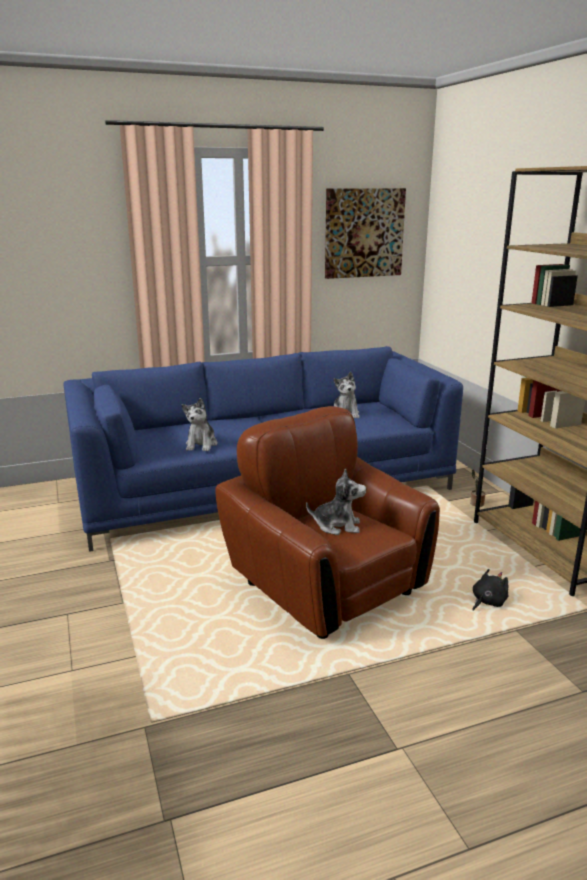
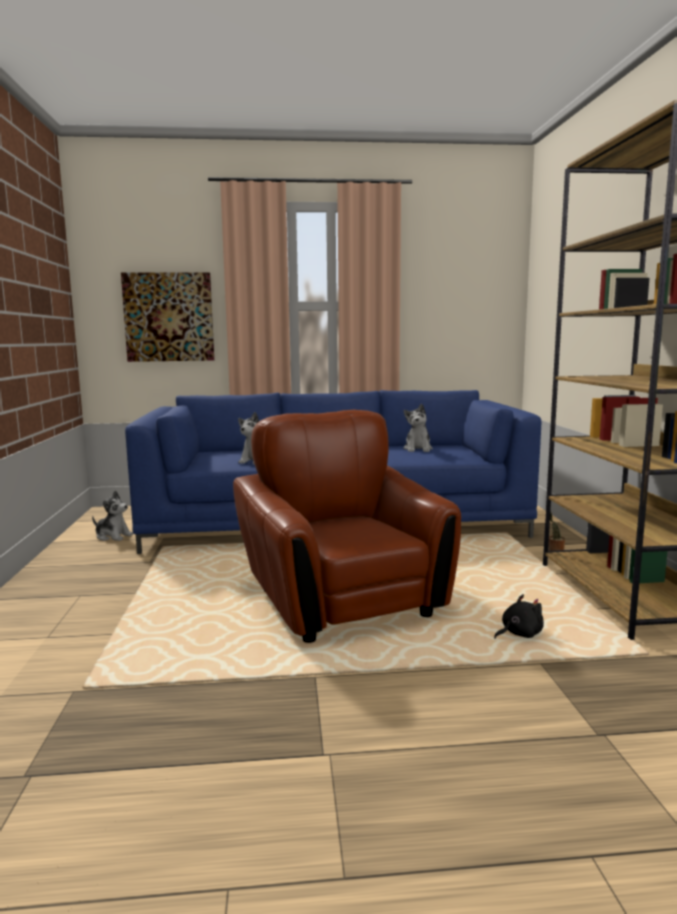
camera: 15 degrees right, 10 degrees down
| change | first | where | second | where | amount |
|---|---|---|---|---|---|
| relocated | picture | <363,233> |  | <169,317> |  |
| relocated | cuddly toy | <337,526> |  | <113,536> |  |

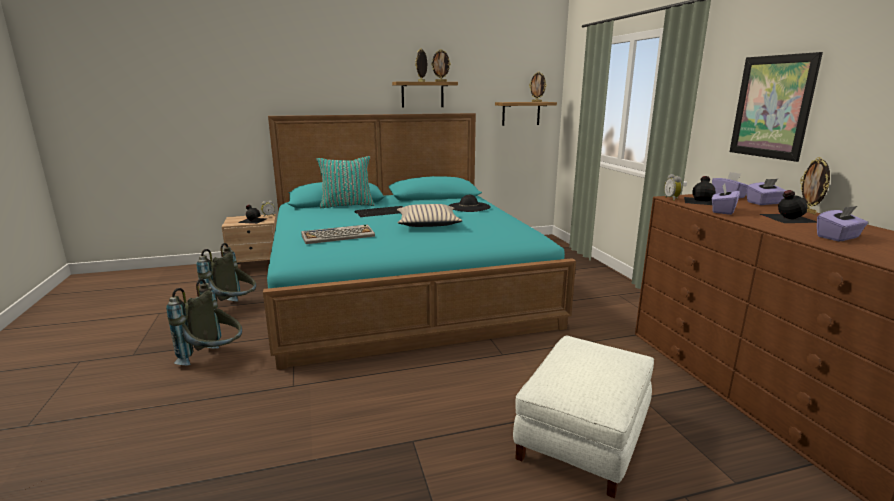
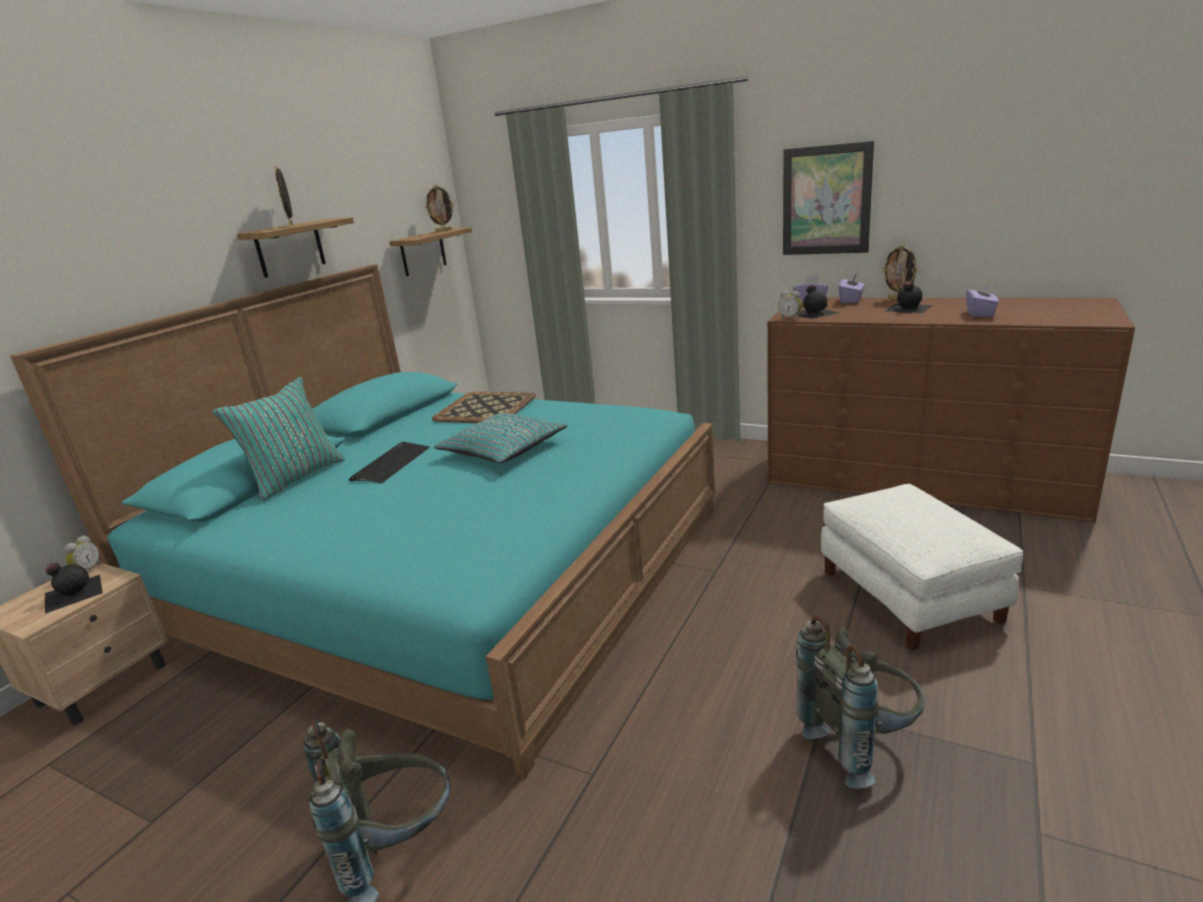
camera: 45 degrees left, 5 degrees up
| change | first | where | second | where | amount |
|---|---|---|---|---|---|
| missing | picture frame | <441,81> |  |  |  |
| missing | purple tissue holder | <722,211> |  |  |  |
| exchanged | black hat | <468,207> | carrying tray | <485,408> |  |
| colour | beige-coloured pillow | <427,223> | turquoise-coloured pillow | <503,449> |  |
| missing | computer keyboard | <338,236> |  |  |  |
| relocated | grey rucksack | <234,309> |  | <860,742> |  |

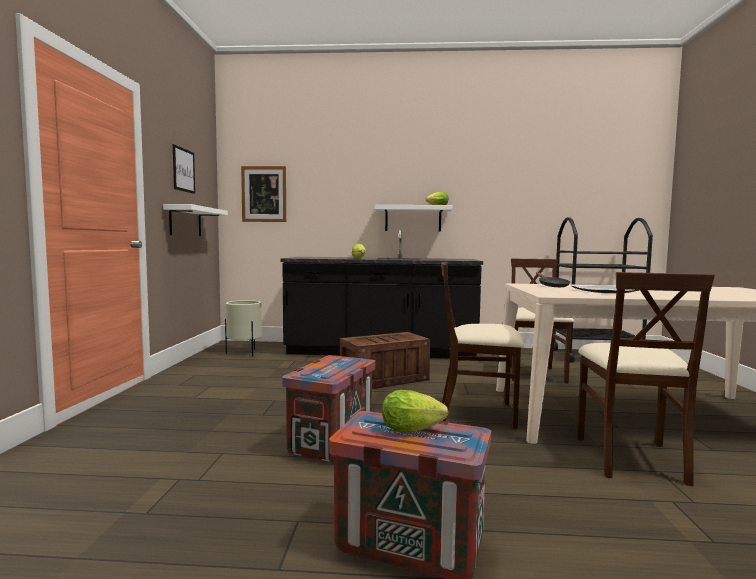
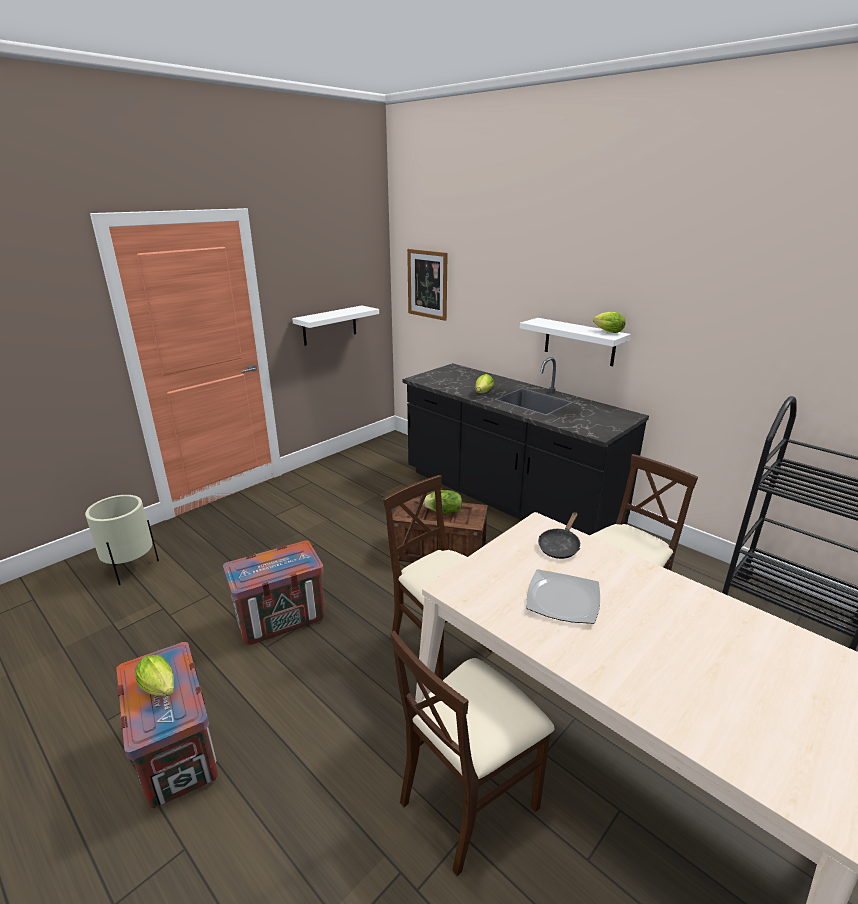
camera: 40 degrees right, 20 degrees up
| change | first | where | second | where | amount |
|---|---|---|---|---|---|
| missing | picture | <183,170> |  |  |  |
| relocated | beige-coloured plant pot | <244,353> |  | <131,568> |  |
| appeared |  |  | head of lettuce | <443,512> |  |

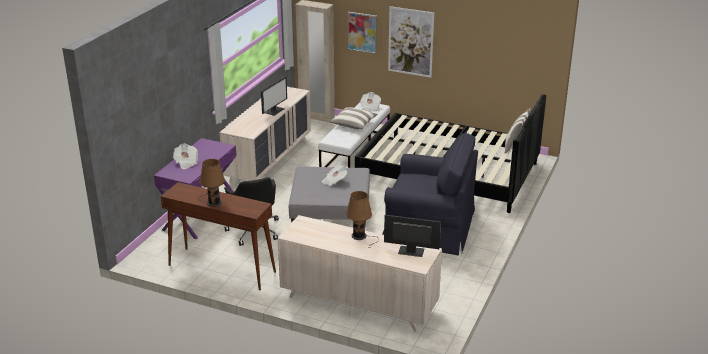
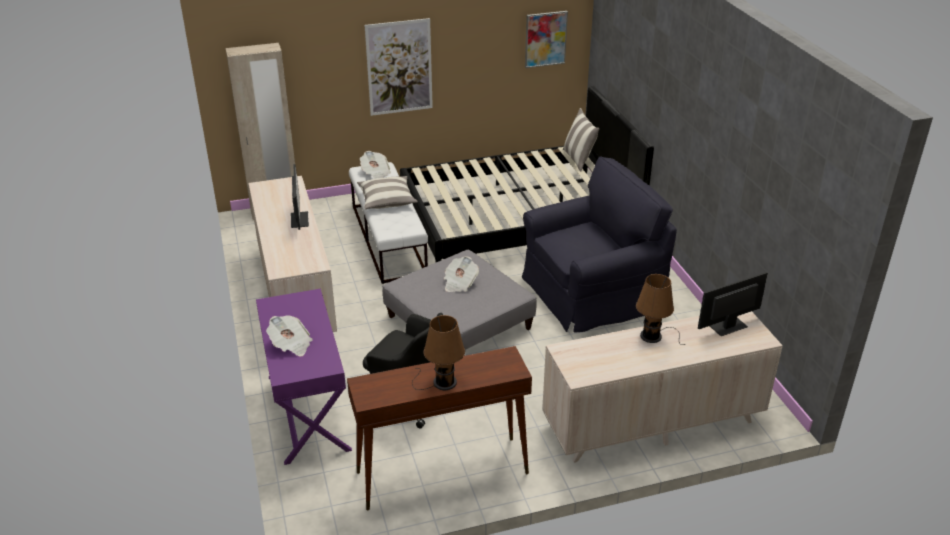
camera: 40 degrees left, 5 degrees up
| change | first | where | second | where | amount |
|---|---|---|---|---|---|
| relocated | picture | <362,32> |  | <545,39> |  |

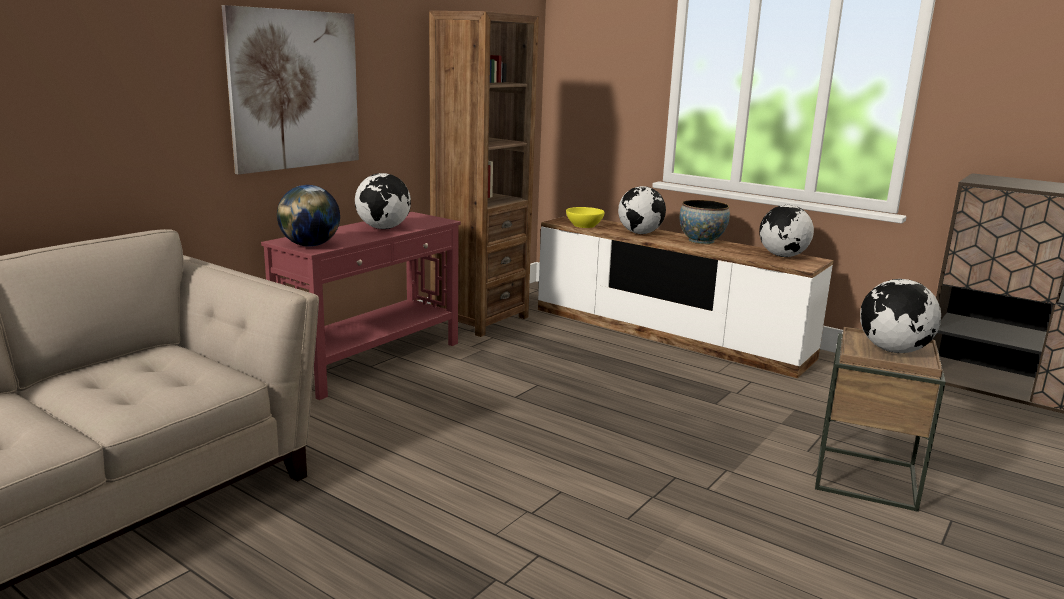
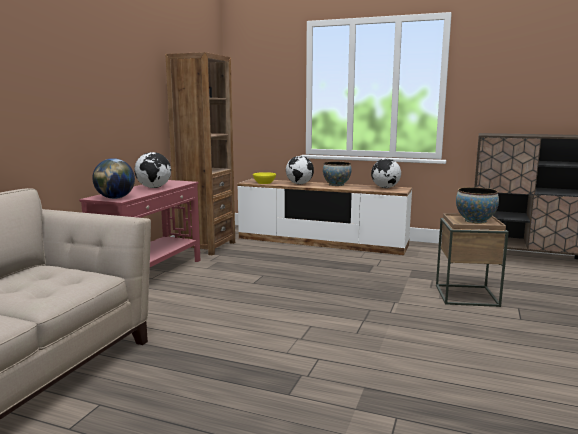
camera: 15 degrees left, 5 degrees down
| change | first | where | second | where | amount |
|---|---|---|---|---|---|
| missing | picture | <295,90> |  |  |  |
| exchanged | world globe | <893,351> | serving bowl | <475,221> |  |

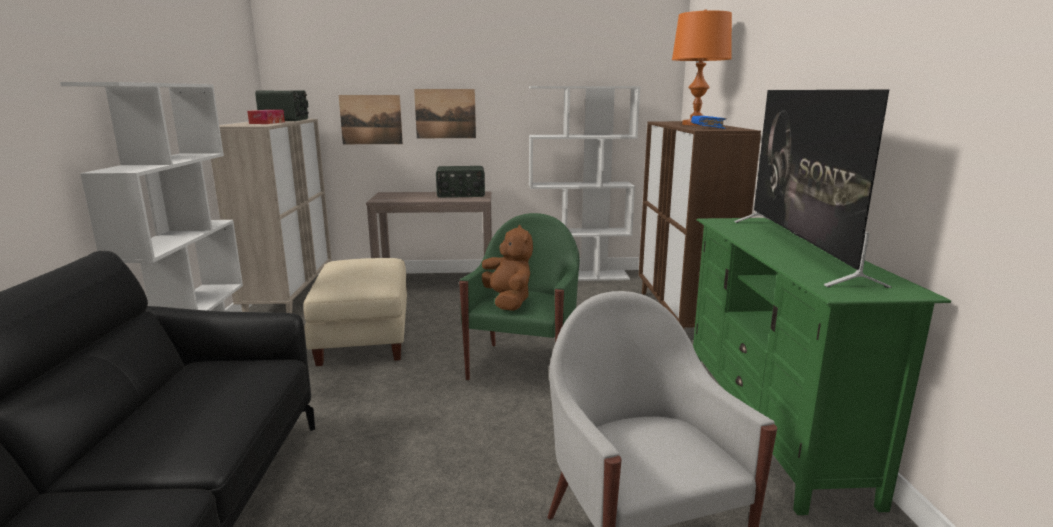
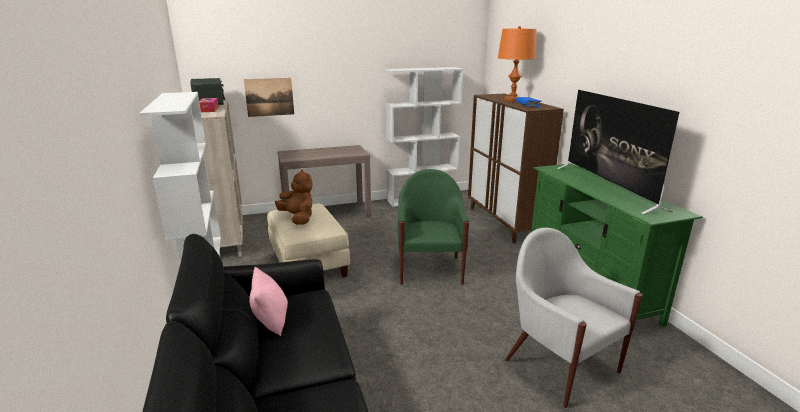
camera: 15 degrees left, 5 degrees up
| change | first | where | second | where | amount |
|---|---|---|---|---|---|
| missing | picture | <445,113> |  |  |  |
| missing | radio | <461,194> |  |  |  |
| relocated | brownish cuddly toy | <507,301> |  | <298,218> |  |
| appeared |  |  | pink pillow | <271,320> |  |

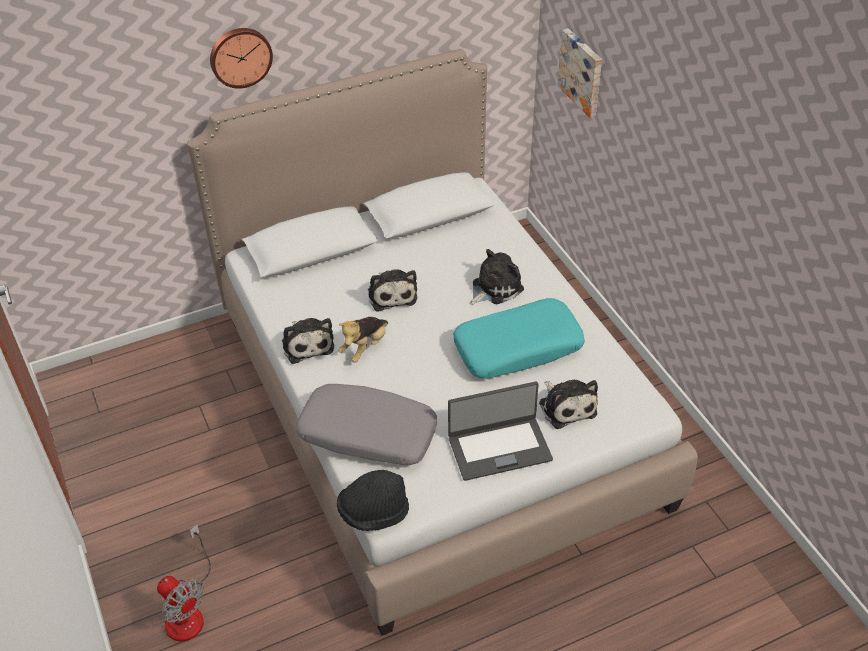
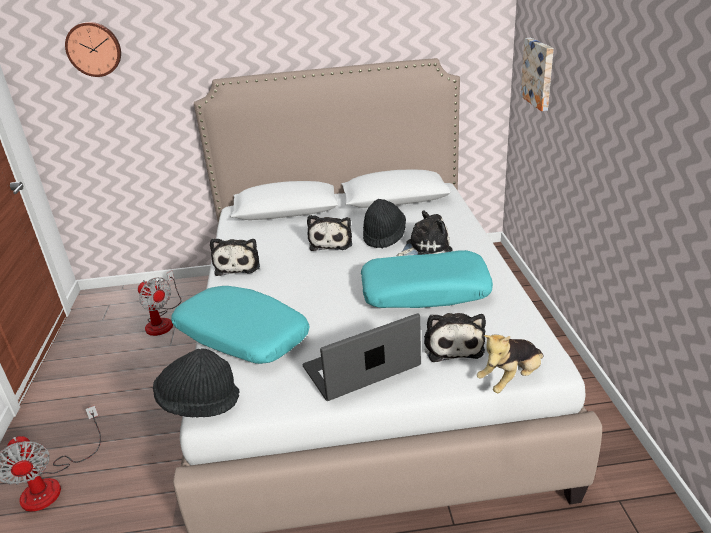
camera: 20 degrees right, 15 degrees down
| change | first | where | second | where | amount |
|---|---|---|---|---|---|
| relocated | hanging clock | <240,56> |  | <94,49> |  |
| relocated | cuddly toy | <364,347> |  | <511,379> |  |
| spun | notebook computer | <499,448> |  | <362,368> | 150 degrees clockwise |
| colour | grey pillow | <367,435> | turquoise-coloured pillow | <241,336> |  |
| appeared |  |  | black hat | <384,236> |  |
| appeared |  |  | electric fan | <162,321> |  |

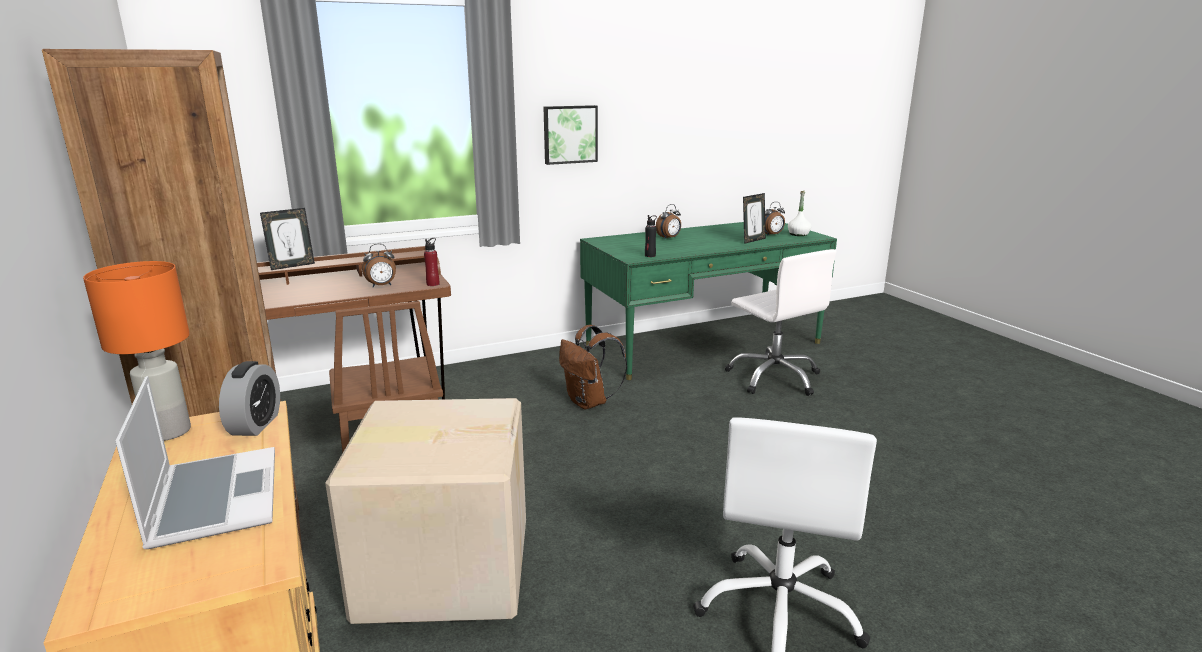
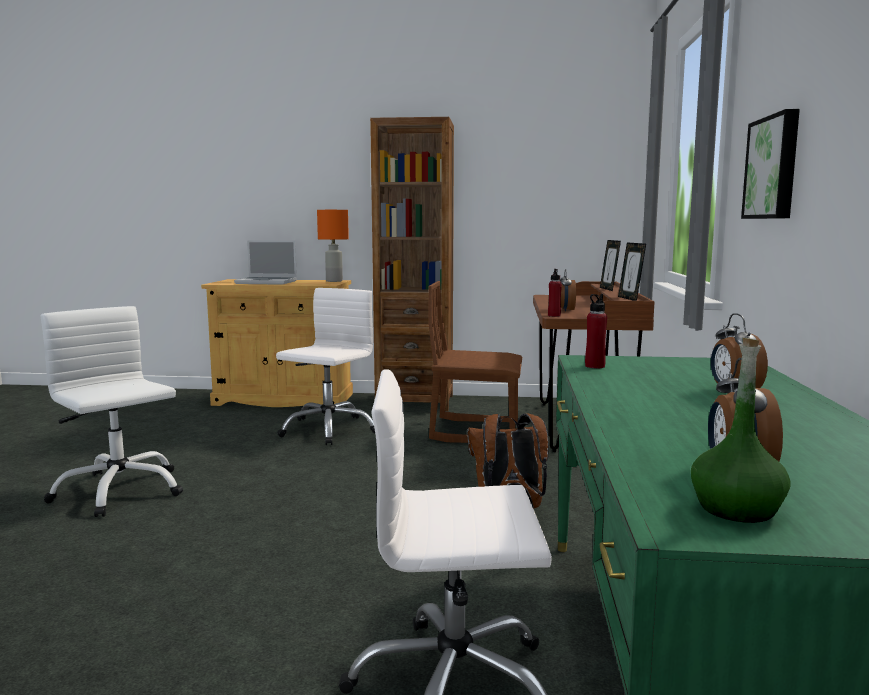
camera: 120 degrees right, 10 degrees down
| change | first | where | second | where | amount |
|---|---|---|---|---|---|
| colour | white-coloured drink bottle | <798,234> | green drink bottle | <736,509> |  |
| relocated | picture frame | <752,240> |  | <630,298> |  |
| colour | black drink bottle | <650,255> | red drink bottle | <594,366> |  |
| missing | alarm clock | <255,424> |  |  |  |
| exchanged | packing box | <443,567> | white-coloured computer chair | <328,429> |  |

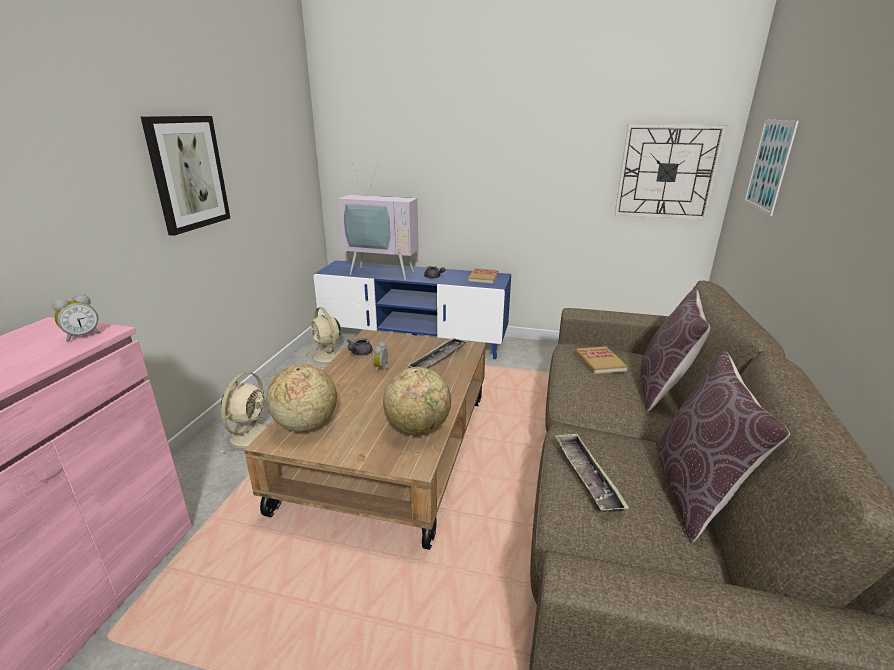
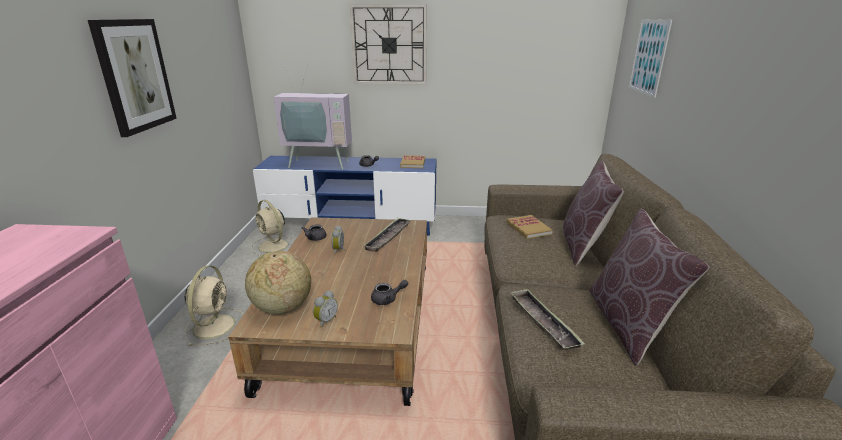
camera: 10 degrees left, 0 degrees up
| change | first | where | second | where | amount |
|---|---|---|---|---|---|
| relocated | hanging clock | <666,172> |  | <389,45> |  |
| relocated | alarm clock | <82,336> |  | <325,320> |  |
| exchanged | world globe | <418,428> | grey teapot | <388,299> |  |

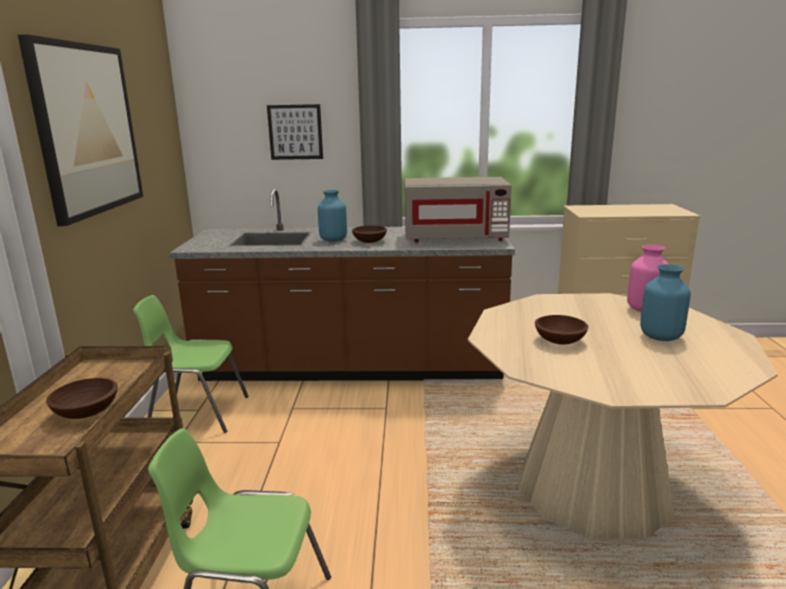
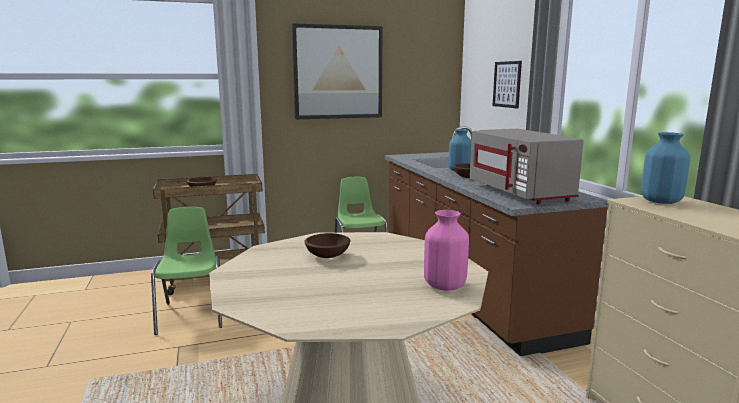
camera: 70 degrees right, 5 degrees down
| change | first | where | second | where | amount |
|---|---|---|---|---|---|
| relocated | blue vase | <661,336> |  | <661,201> |  |

